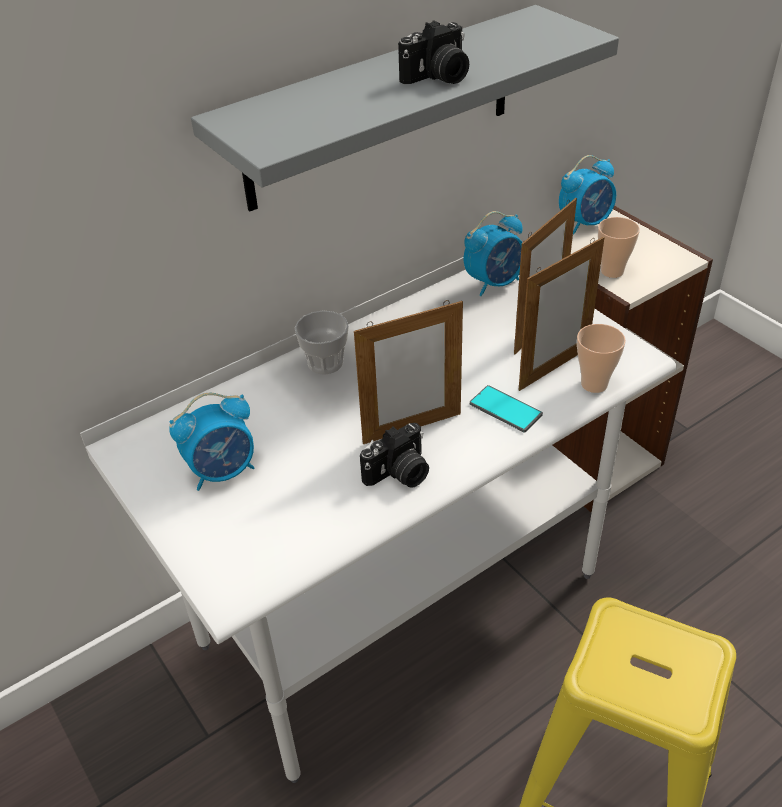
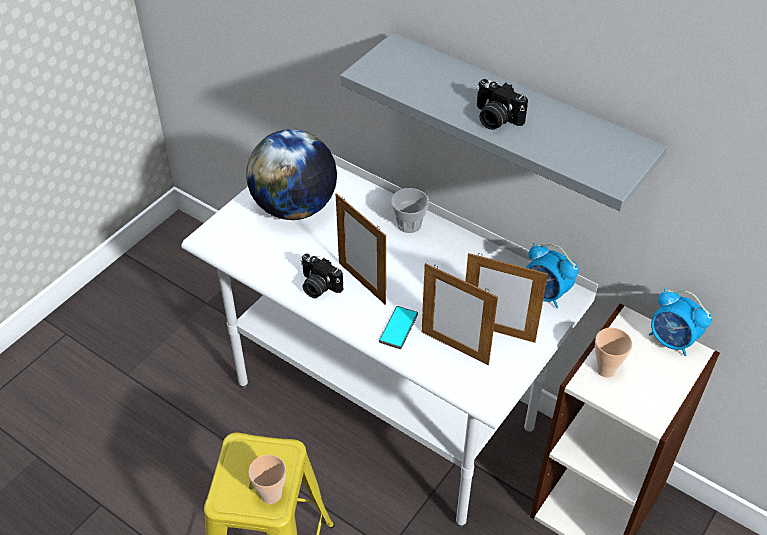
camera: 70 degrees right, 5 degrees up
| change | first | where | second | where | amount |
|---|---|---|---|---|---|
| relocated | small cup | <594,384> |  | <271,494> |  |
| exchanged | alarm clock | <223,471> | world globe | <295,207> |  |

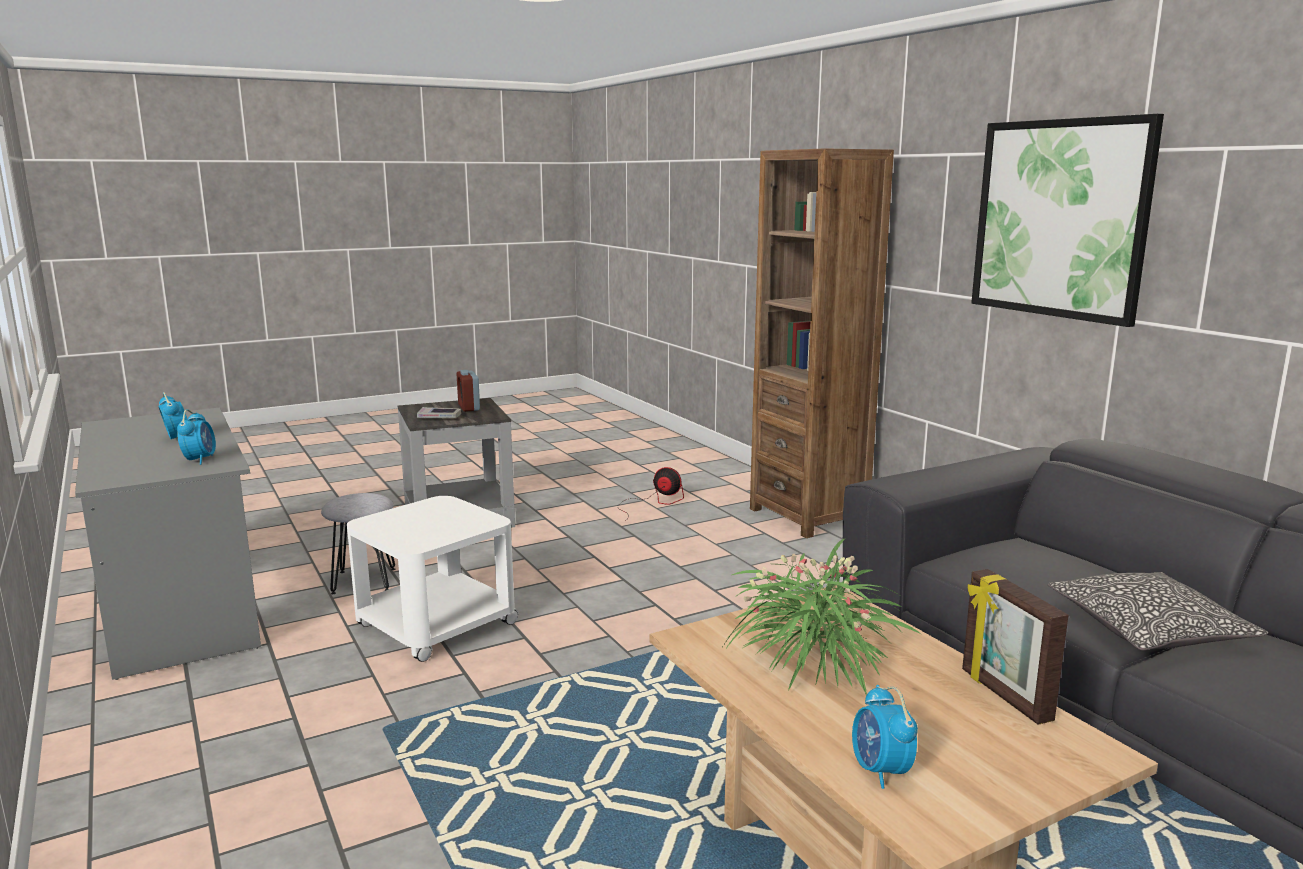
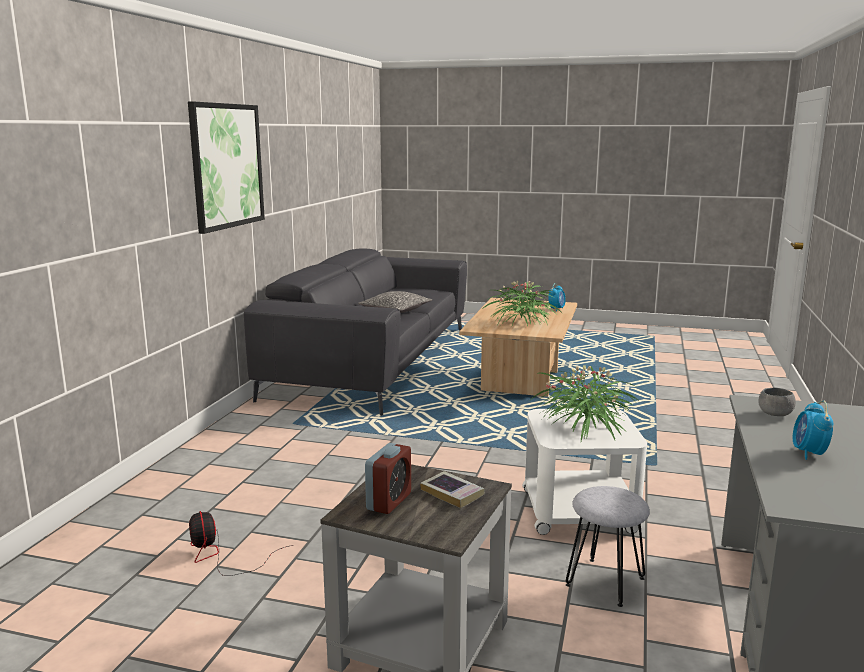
camera: 135 degrees left, 0 degrees up
| change | first | where | second | where | amount |
|---|---|---|---|---|---|
| missing | brownish bookcase | <808,516> |  |  |  |
| exchanged | alarm clock | <200,460> | grey serving bowl | <775,414> |  |
| missing | picture frame | <1004,695> |  |  |  |
| appeared |  |  | houseplant | <584,426> |  |

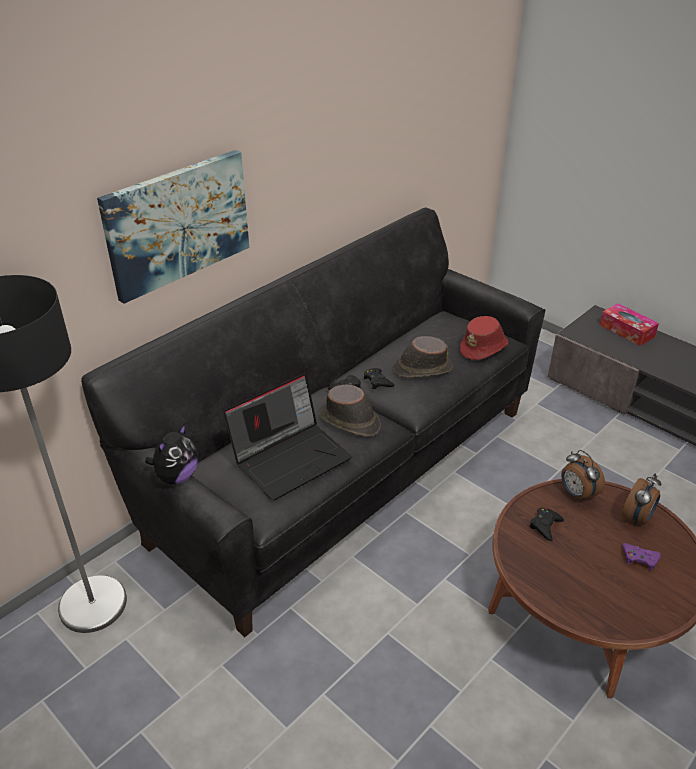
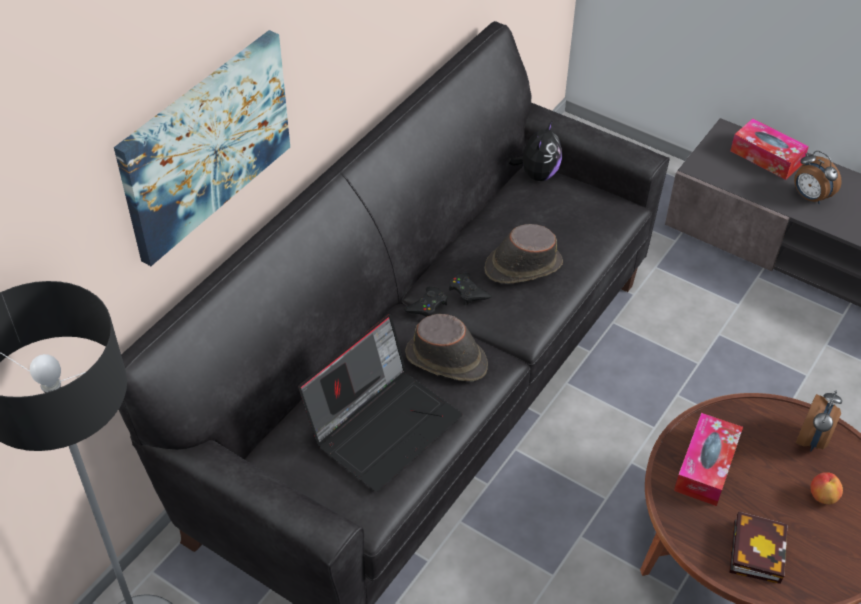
camera: 10 degrees left, 10 degrees up
| change | first | where | second | where | amount |
|---|---|---|---|---|---|
| missing | red hat | <484,348> |  |  |  |
| relocated | cuddly toy | <177,476> |  | <537,174> |  |
| relocated | alarm clock | <576,494> |  | <810,197> |  |
| exchanged | black game controller | <545,525> | tissue holder | <706,466> |  |
| exchanged | purple game controller | <640,558> | whole apple | <822,496> |  |
| appeared |  |  | bound book | <755,549> |  |

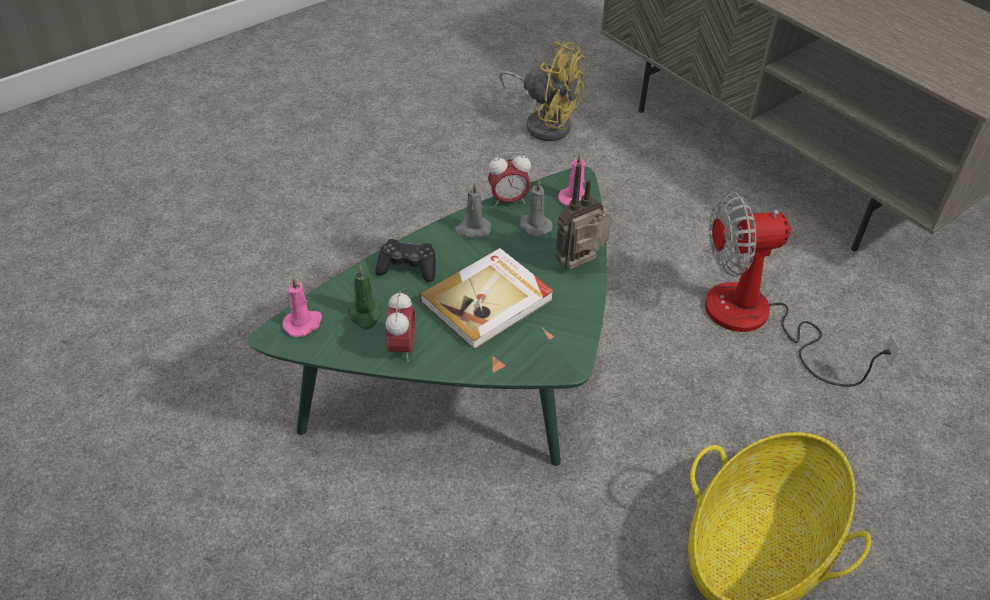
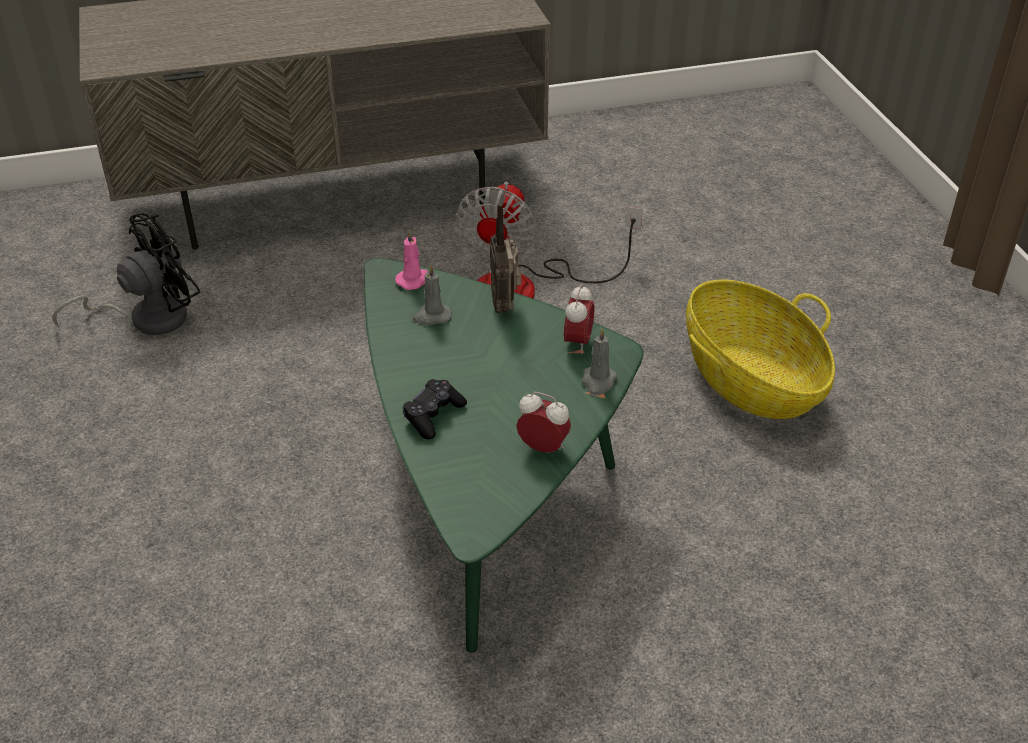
camera: 65 degrees left, 5 degrees down
| change | first | where | second | where | amount |
|---|---|---|---|---|---|
| colour | yellow electric fan | <545,122> | black electric fan | <147,318> |  |
| relocated | alarm clock | <508,200> |  | <578,342> |  |
| relocated | grey wax light | <472,229> |  | <598,382> |  |
| missing | bound book | <488,301> |  |  |  |
| missing | green wax light | <365,314> |  |  |  |
| missing | pink wax light | <303,323> |  |  |  |

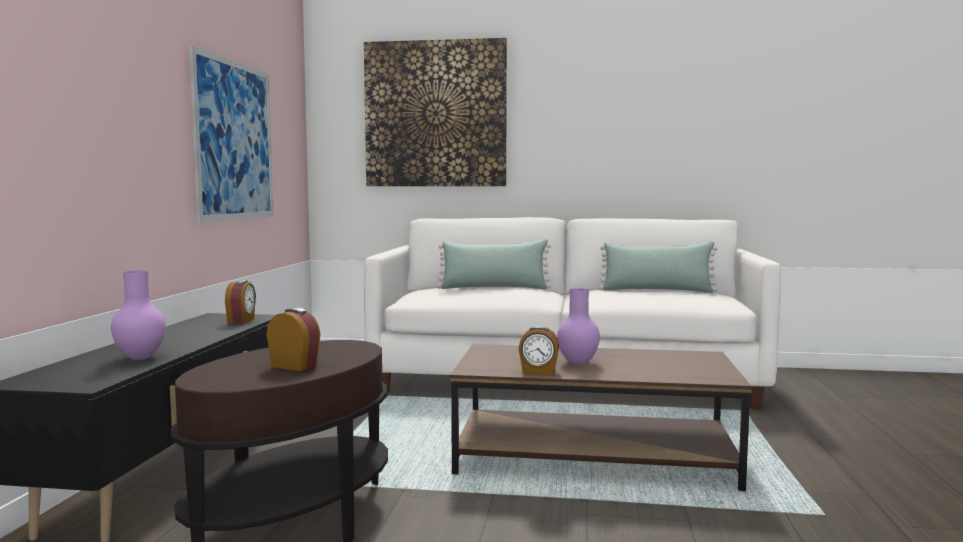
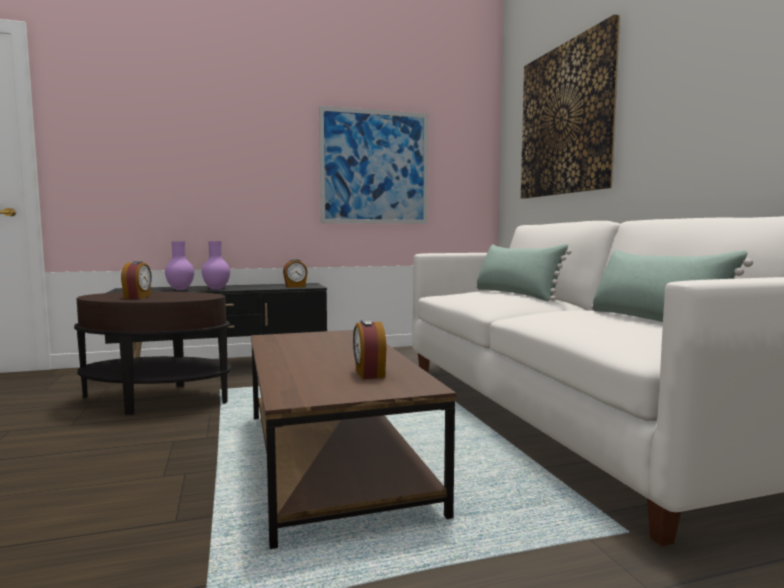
camera: 65 degrees right, 0 degrees up
| change | first | where | second | where | amount |
|---|---|---|---|---|---|
| relocated | purple vase | <578,363> |  | <217,289> |  |
| relocated | alarm clock | <538,372> |  | <369,374> |  |

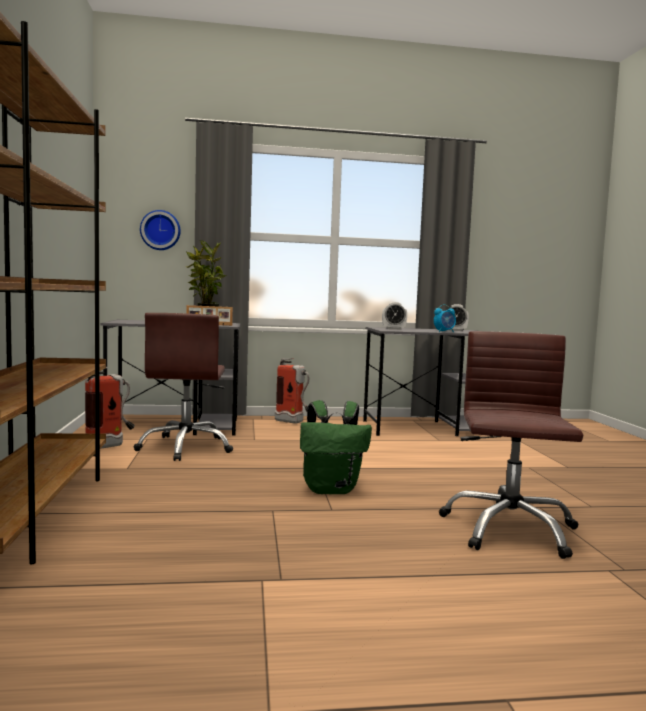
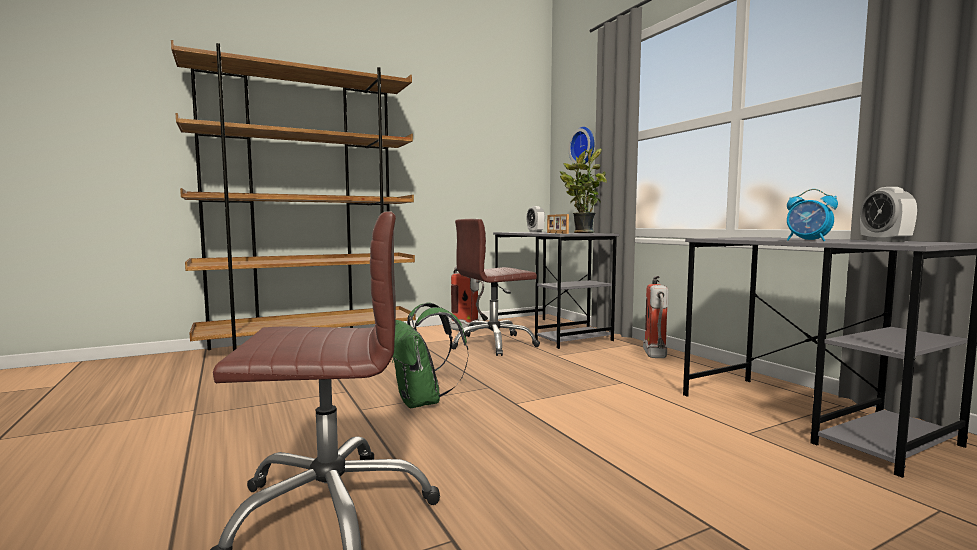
camera: 70 degrees right, 0 degrees up
| change | first | where | second | where | amount |
|---|---|---|---|---|---|
| relocated | alarm clock | <393,329> |  | <535,232> |  |

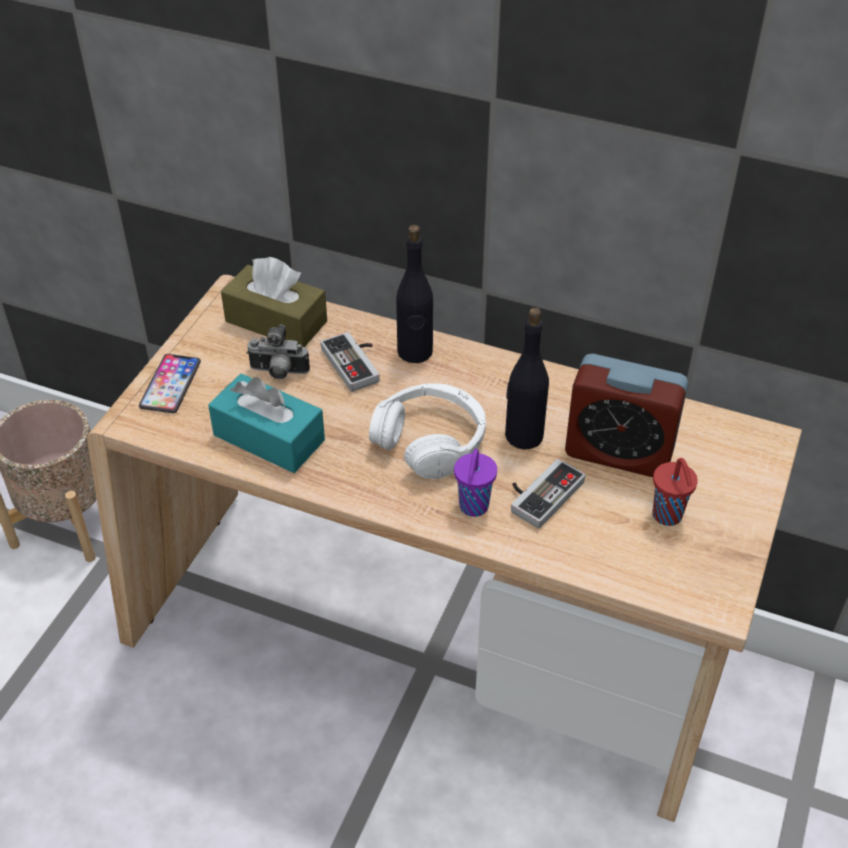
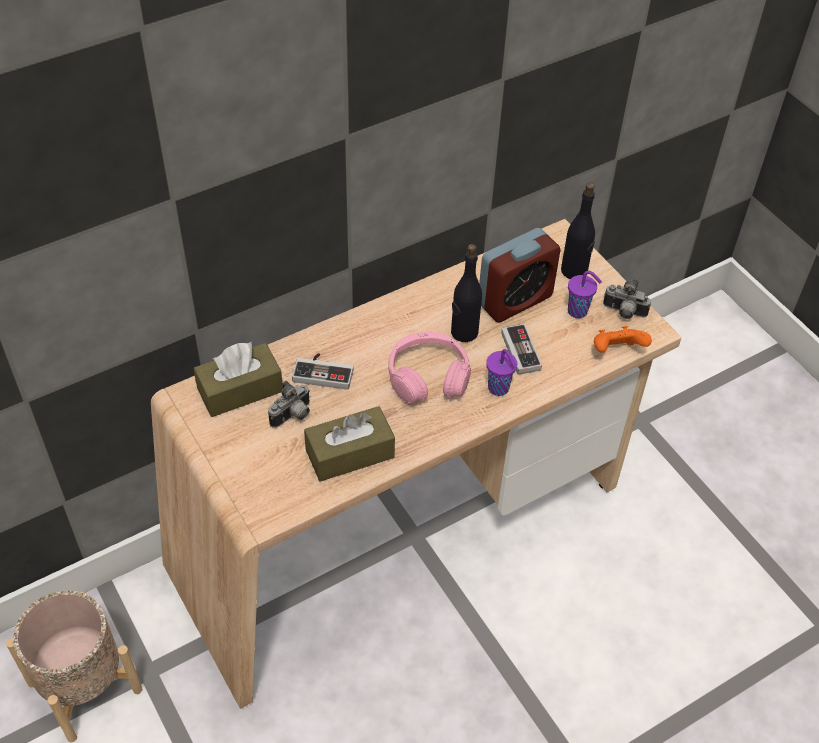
camera: 55 degrees left, 5 degrees up
| change | first | where | second | where | amount |
|---|---|---|---|---|---|
| relocated | black drink bottle | <415,352> |  | <574,271> |  |
| missing | handset | <170,384> |  |  |  |
| colour | turquoise-coloured tissue holder | <269,437> | brownish tissue holder | <350,453> |  |
| colour | white-coloured pair of headphones | <430,441> | pink pair of headphones | <428,376> |  |
| colour | red small cup | <668,517> | purple small cup | <579,311> |  |
| appeared |  |  | photo camera | <623,313> |  |
| appeared |  |  | orangey game controller | <616,351> |  |

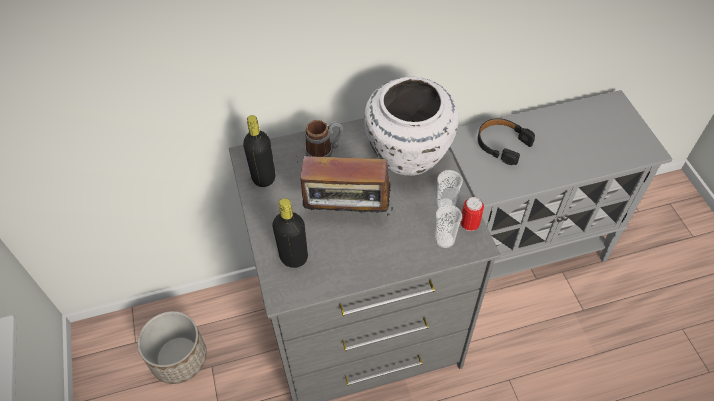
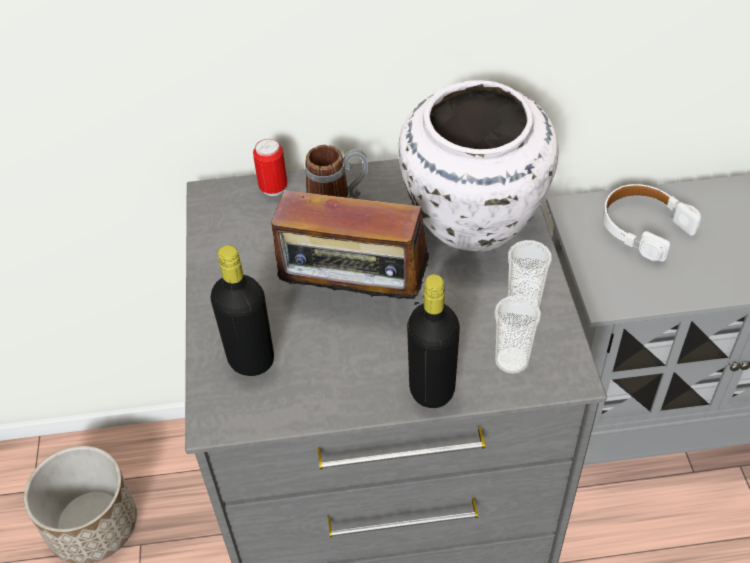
camera: 10 degrees right, 5 degrees down
| change | first | where | second | where | amount |
|---|---|---|---|---|---|
| relocated | black drink bottle | <263,178> |  | <432,390> |  |
| colour | black pair of headphones | <502,144> | white-coloured pair of headphones | <643,227> |  |
| relocated | metal can | <469,224> |  | <273,188> |  |

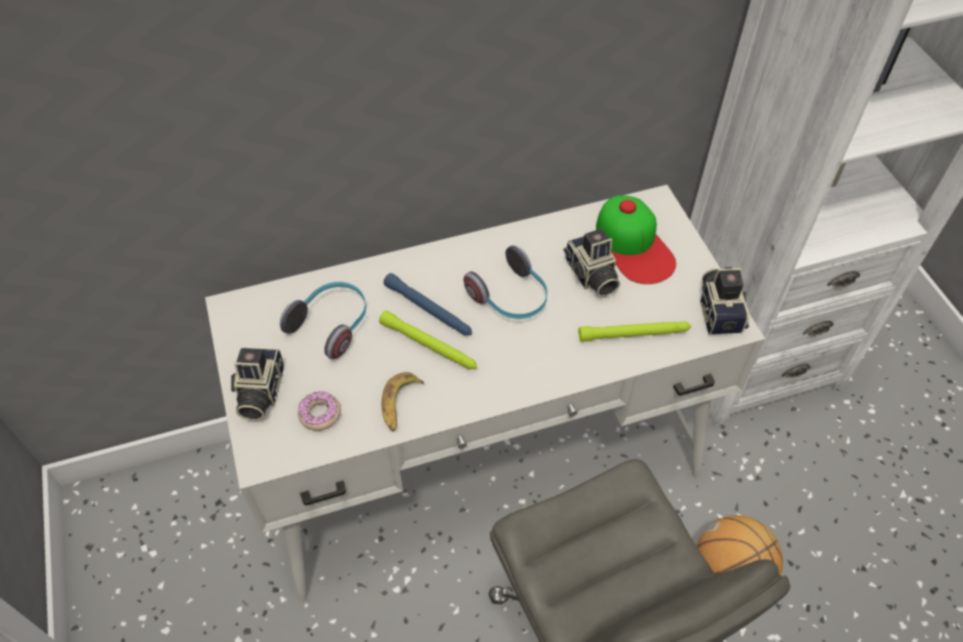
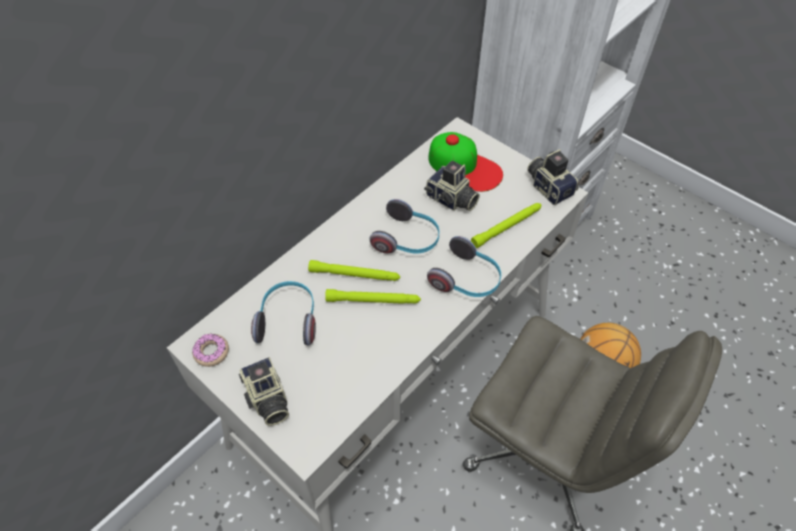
camera: 30 degrees left, 0 degrees up
| change | first | where | second | where | amount |
|---|---|---|---|---|---|
| colour | blue hand torch | <429,310> | green hand torch | <354,275> |  |
| missing | banana fruit | <400,404> |  |  |  |
| relocated | ring doughnut | <320,414> |  | <211,352> |  |
| appeared |  |  | pair of headphones | <467,280> |  |

